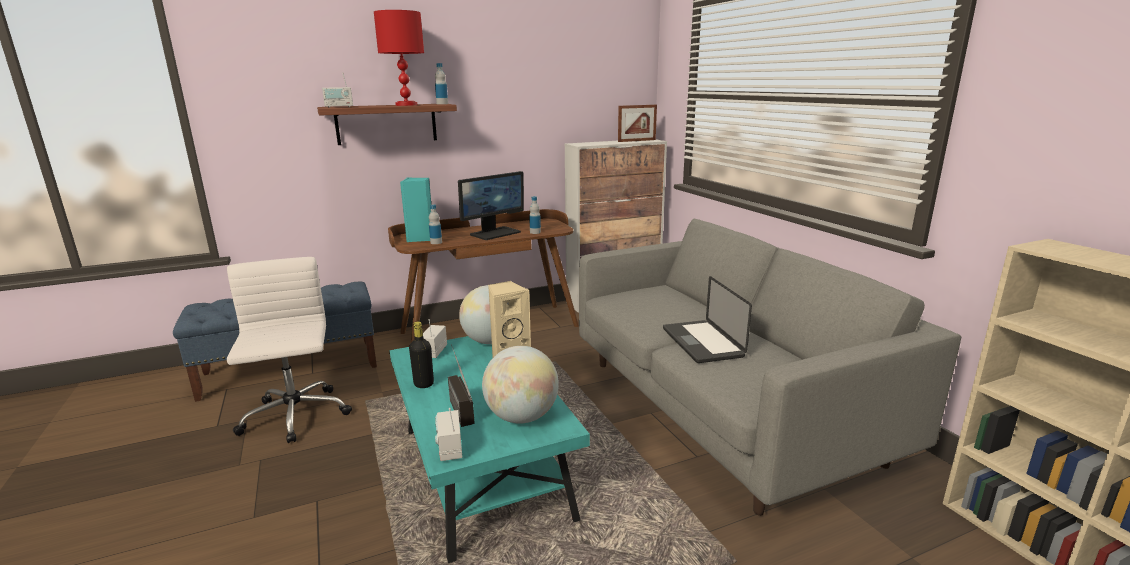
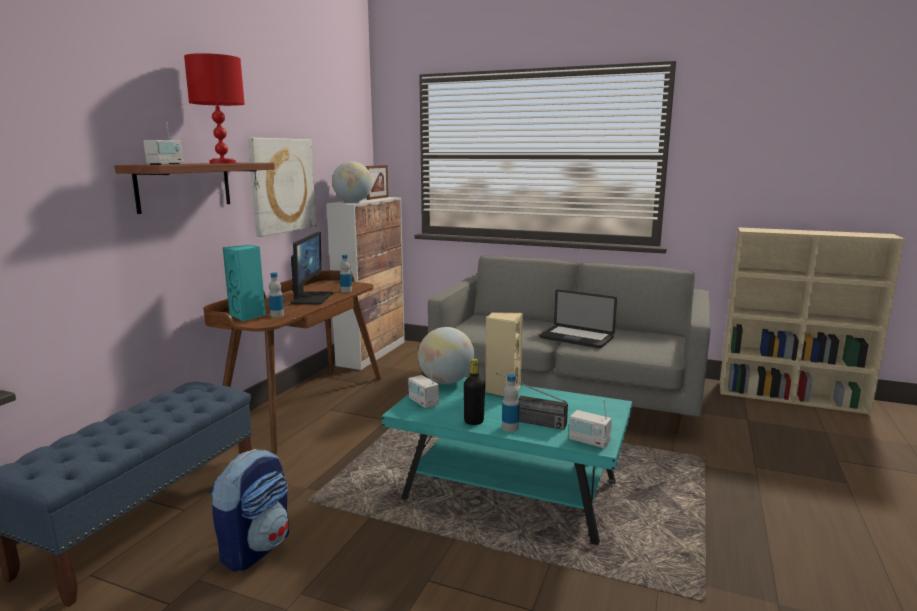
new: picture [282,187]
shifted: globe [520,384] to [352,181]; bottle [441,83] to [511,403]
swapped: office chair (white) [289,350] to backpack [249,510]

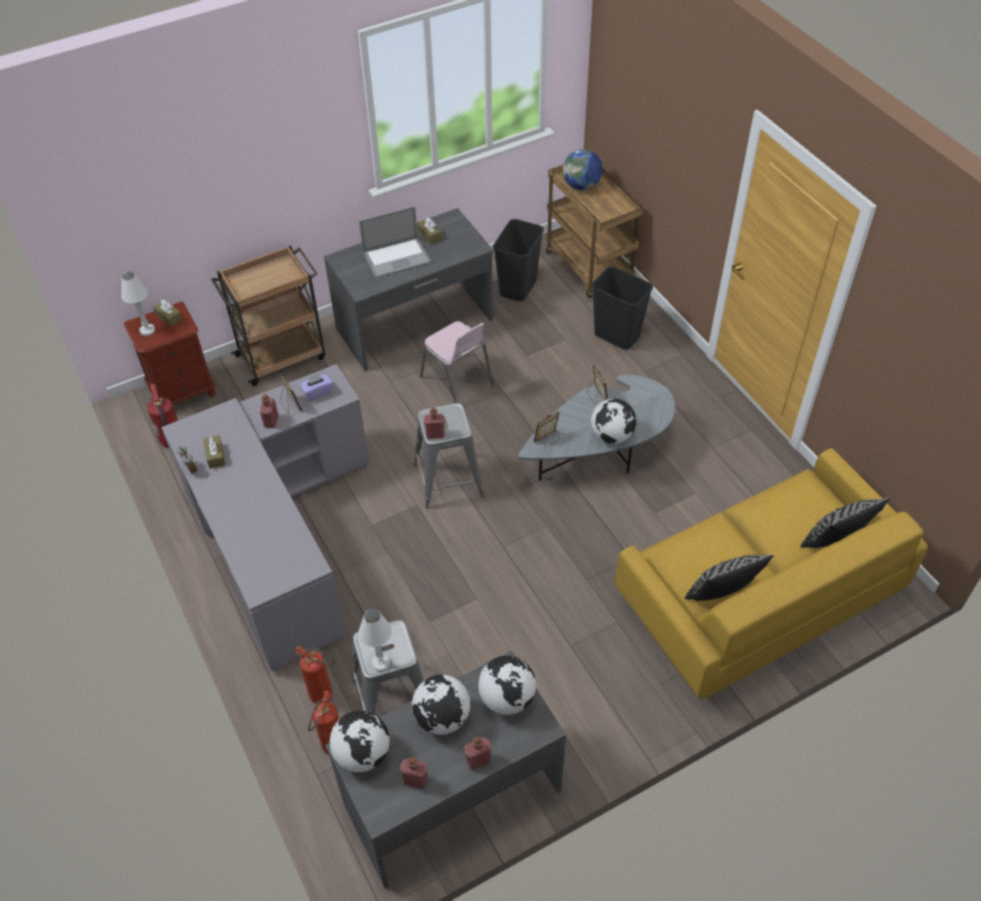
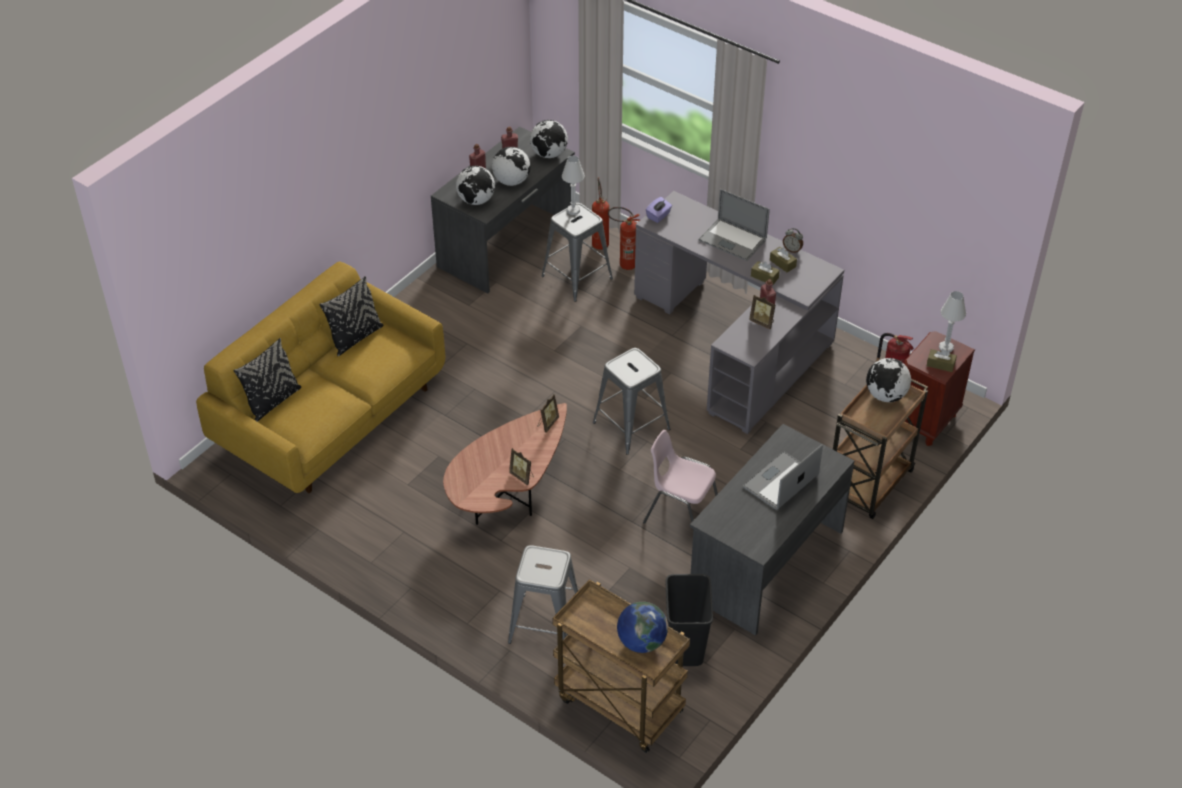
gone: bottle (red) [434,423]
new: laptop [734,225]
shifted: tissue box (purple) [316,387] to [659,210]; tissue box (brown) [429,231] to [765,272]; globe [613,421] to [888,380]
swapped: trash can (black) [622,307] to stool (grey) [543,594]
repainted: coffee table (grey) [596,427] to coffee table (brown) [505,464]

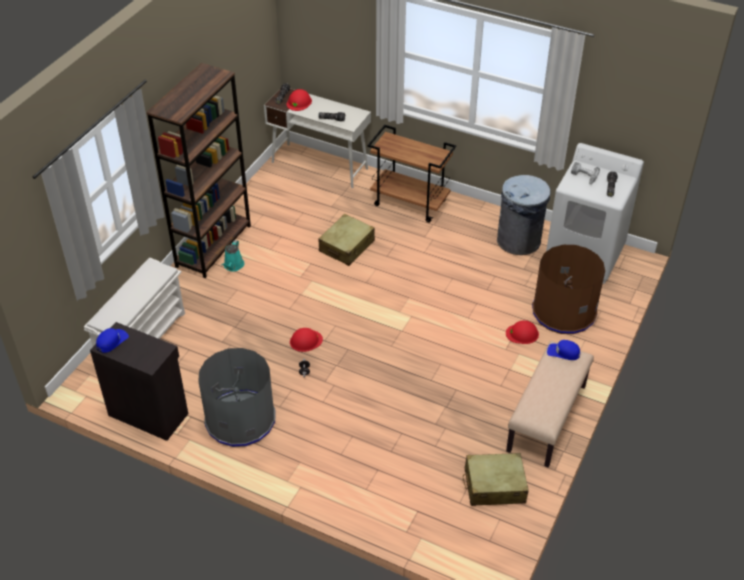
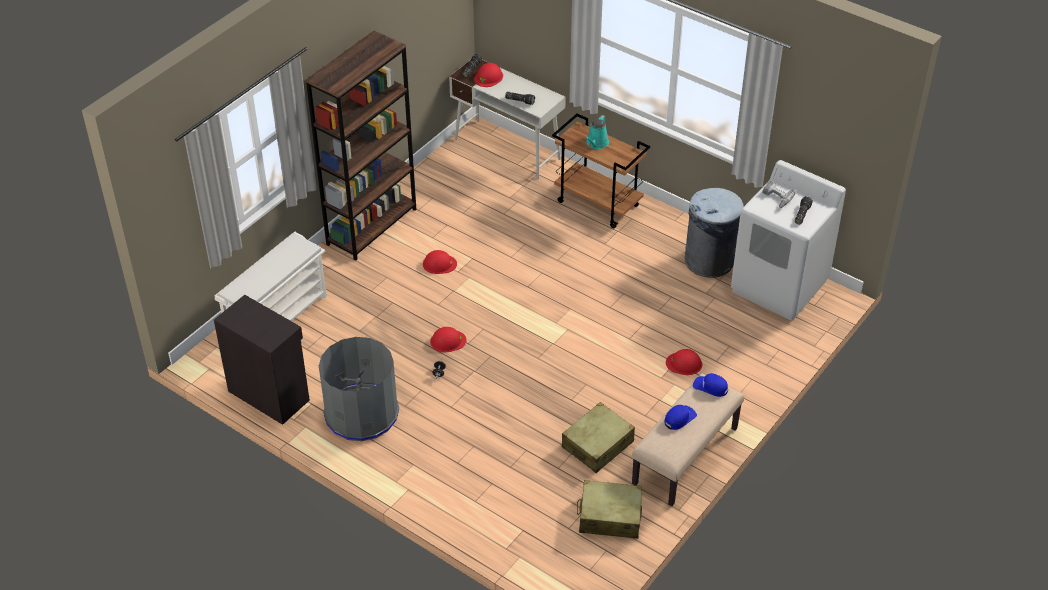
gone: trash can (brown) [568,289]
new: hard hat (red) [440,262]
shifted: suitcase (beige) [346,240] to [598,437]; watering can (turquoise) [232,255] to [597,132]; cap (blue) [112,340] to [680,417]

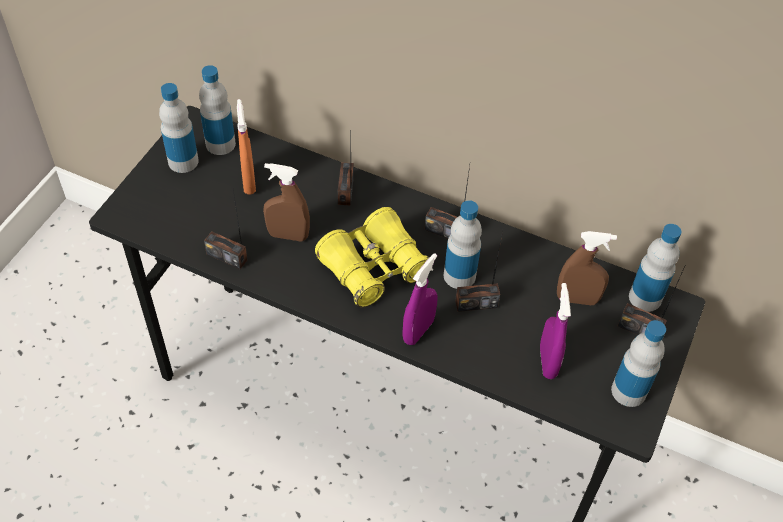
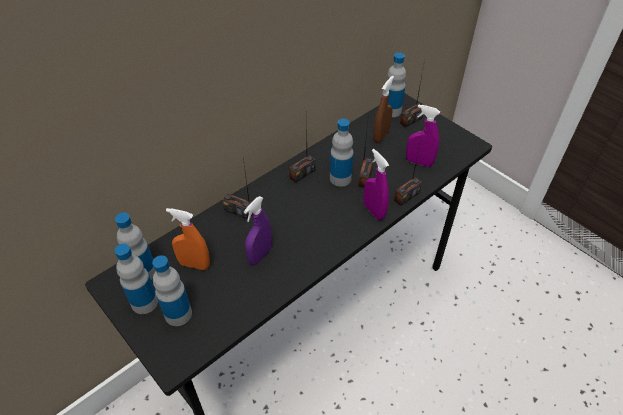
gone: binoculars (yellow) [372,257]
shifted: bottle [638,363] to [172,290]; radio [226,229] to [408,170]
repainted: spray bottle (brown) [286,202] to spray bottle (purple) [258,230]

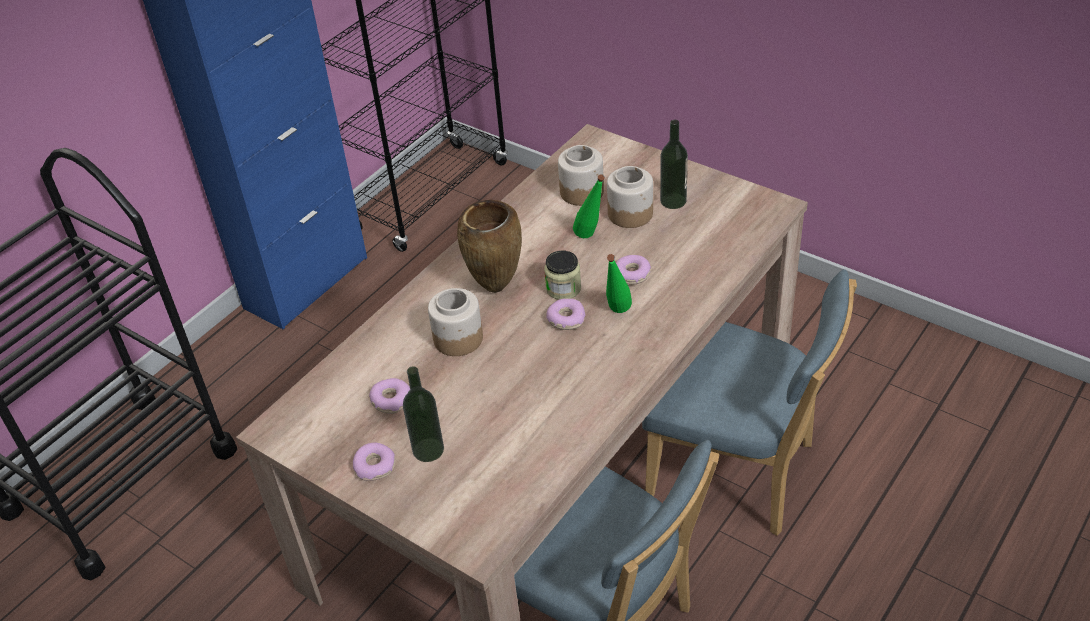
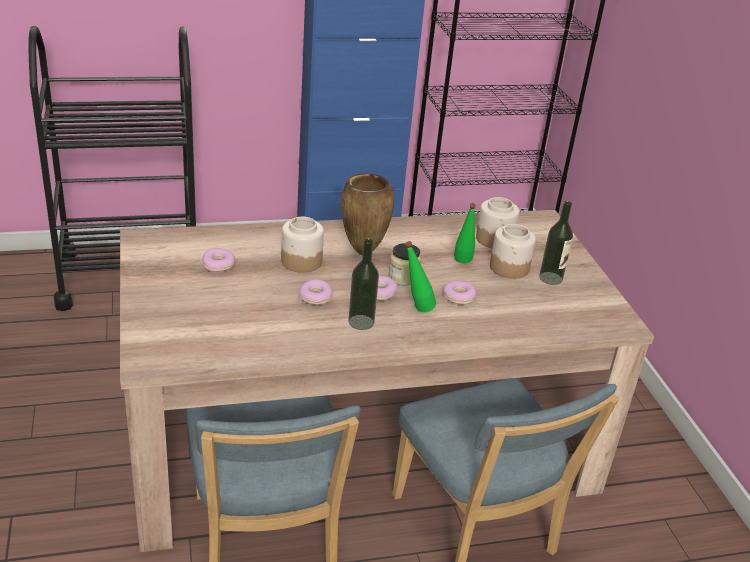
shifted: donut [373,462] to [315,292]; bottle [423,414] to [363,284]

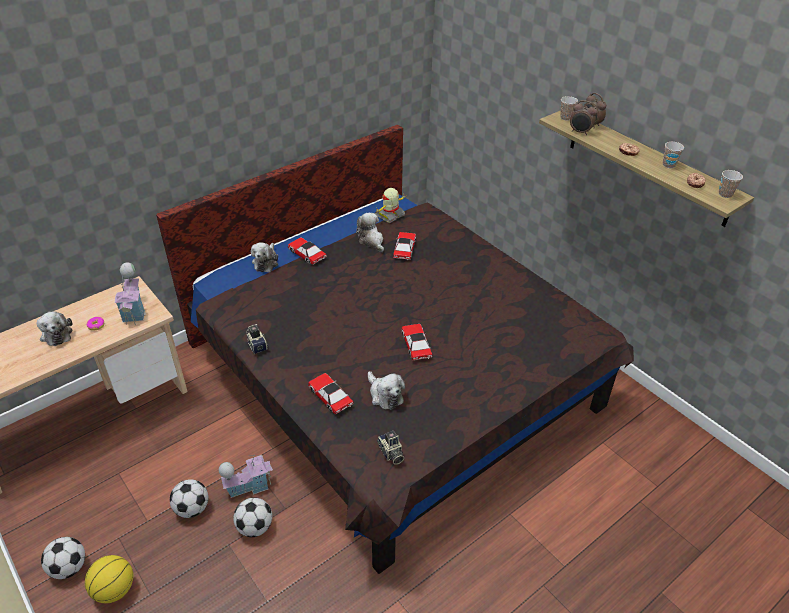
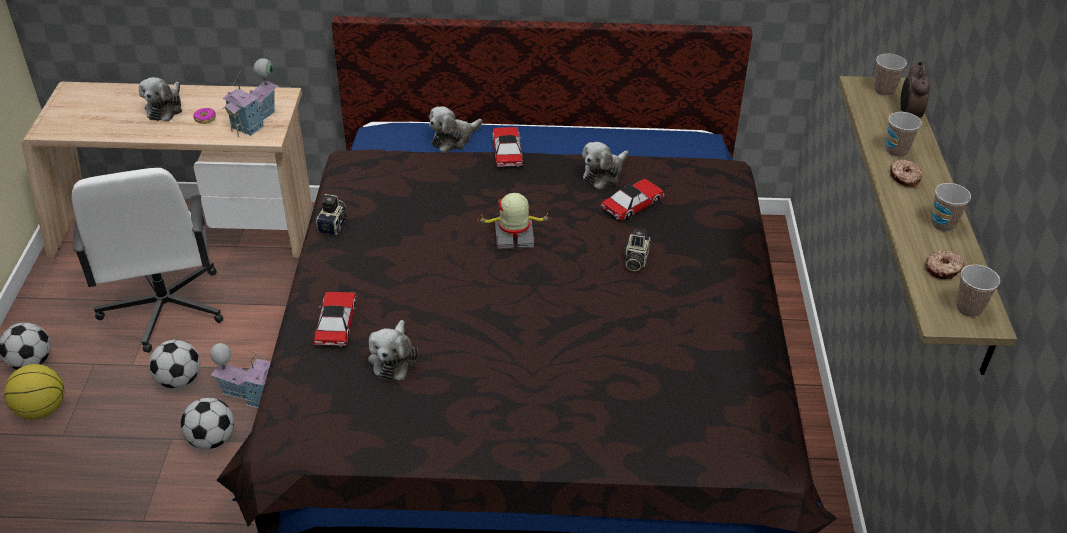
gone: toy car [417,342]; alarm clock [583,117]
new: office chair (white) [147,260]; cup [904,134]
shifted: toy robot [390,205] to [513,221]; photo camera [390,447] to [637,250]
rotated: plush toy [370,232] = [605,165] 150 degrees counterclockwise

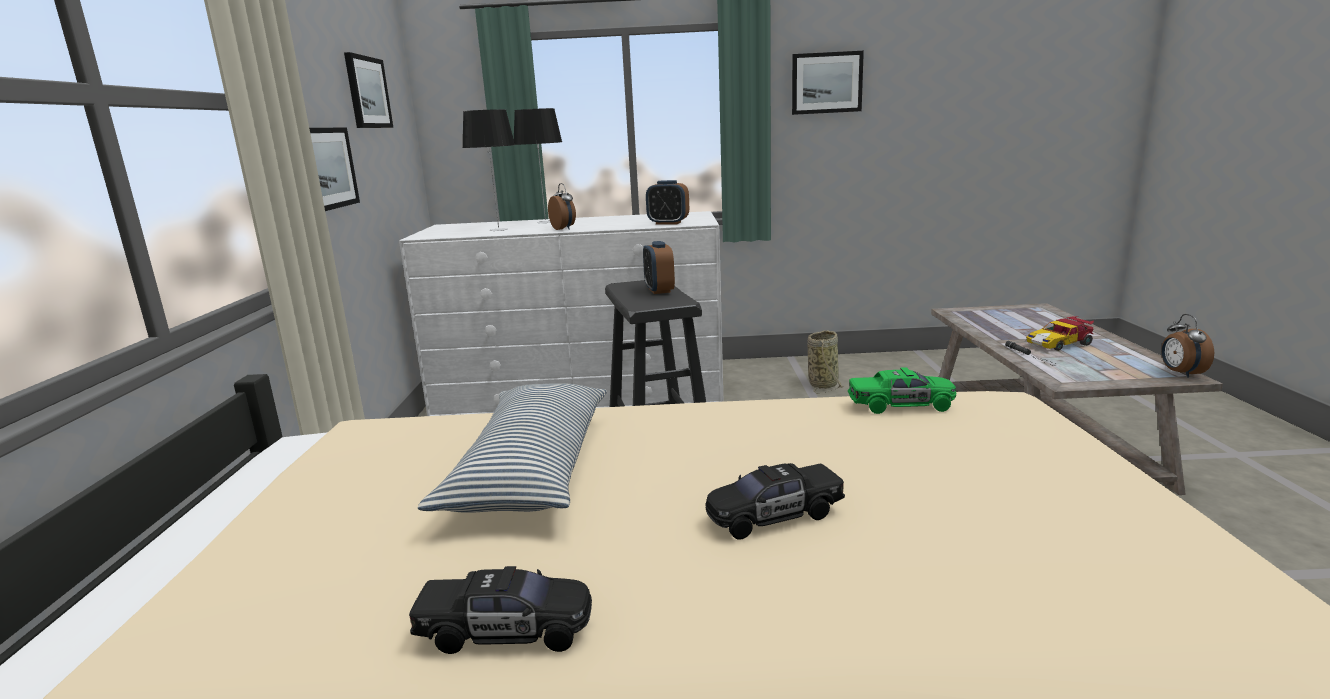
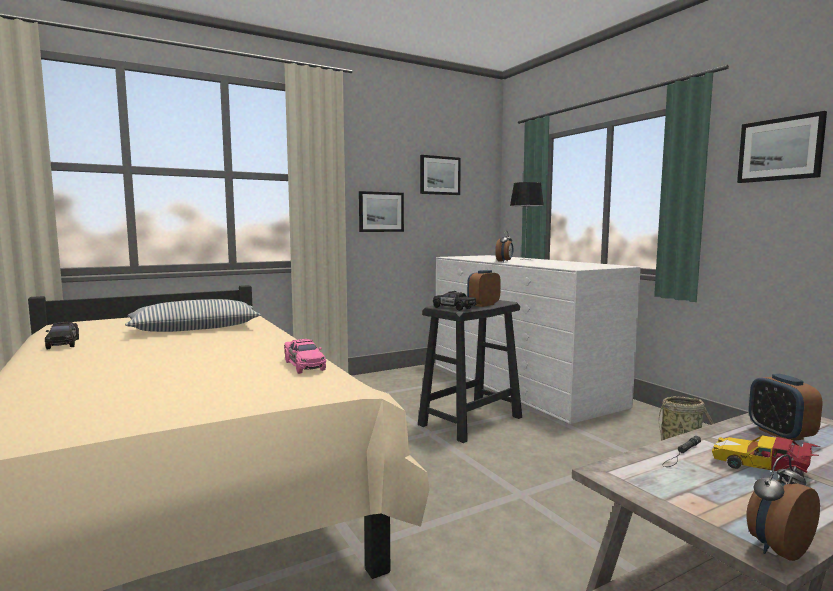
gone: table lamp [488,170]
shifted: toy car (black) [775,501] to [454,301]; alarm clock [667,202] to [785,407]
repainted: toy car (green) [902,390] to toy car (pink) [305,356]

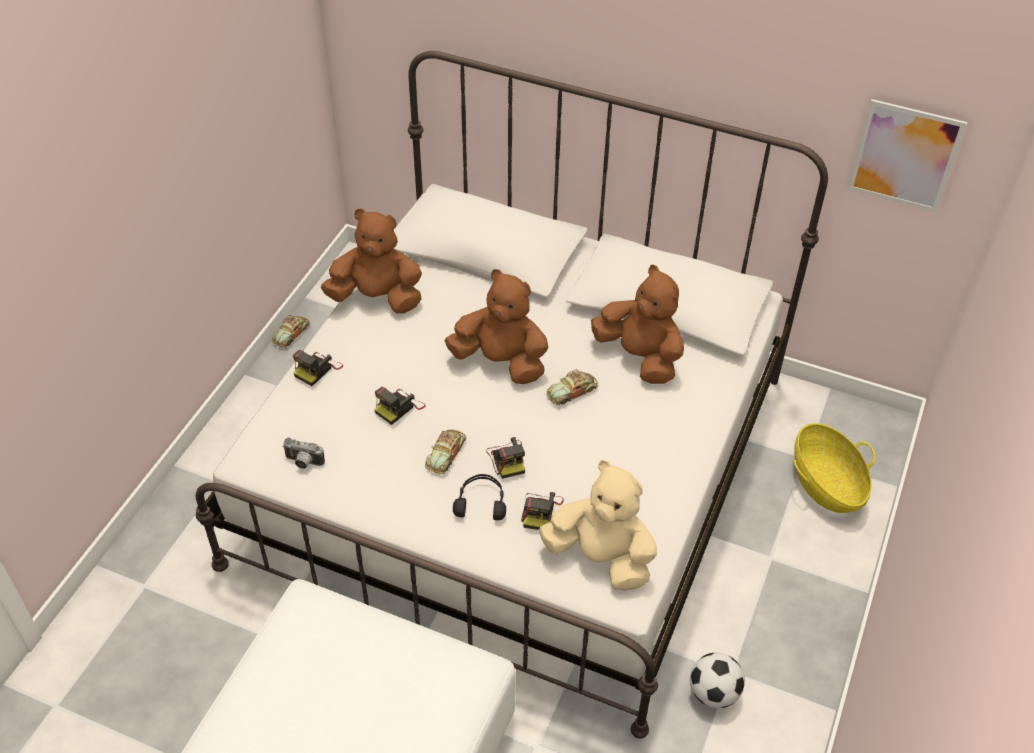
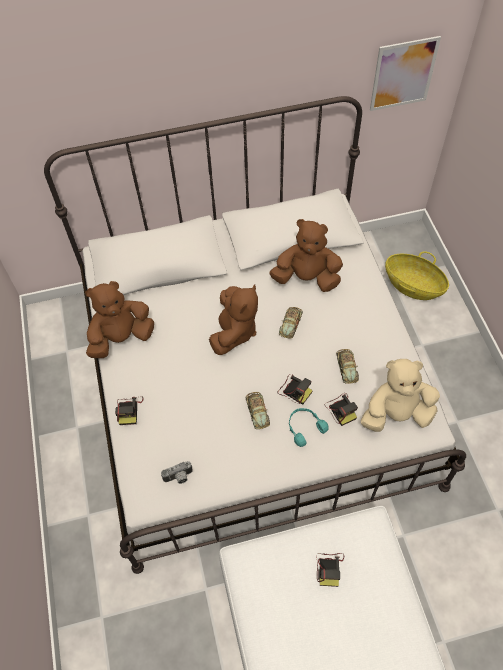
gone: football [717,680]
shifted: photo camera [400,406] to [330,570]; toy car [291,331] to [347,366]
repainted: headphones (black) [479,497] to headphones (turquoise) [309,427]
rotated: plush toy (brown) [497,326] = [233,319] 120 degrees clockwise

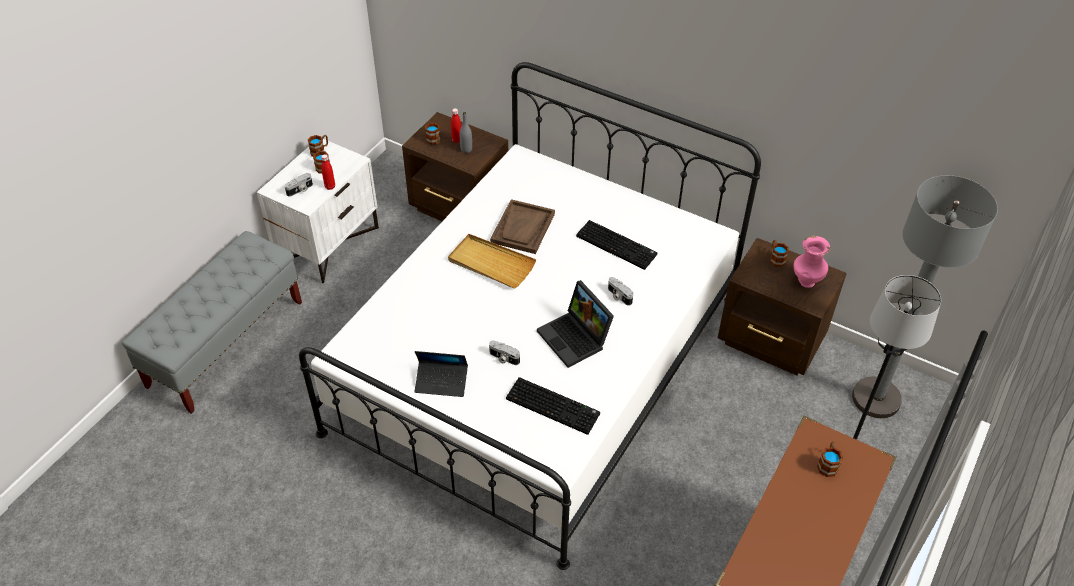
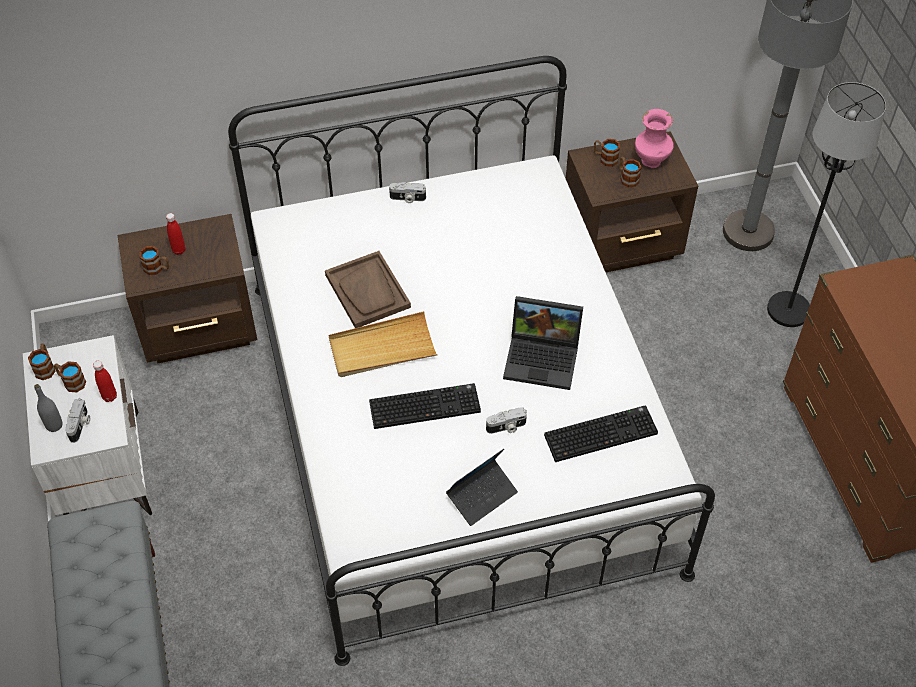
shifted: bottle (grey) [466,132] to [48,408]; keyboard [616,245] to [425,406]; photo camera [620,291] to [407,192]; mug [830,459] to [631,172]

